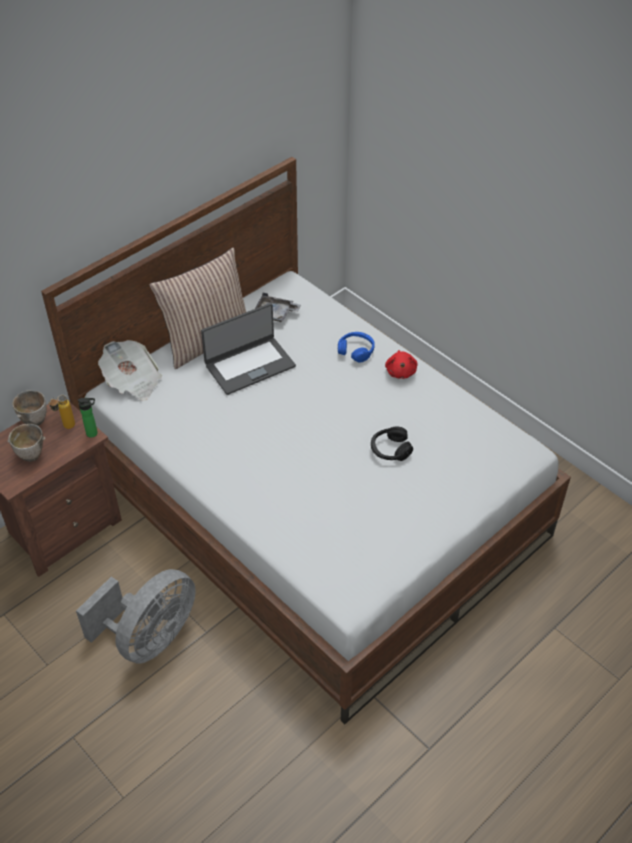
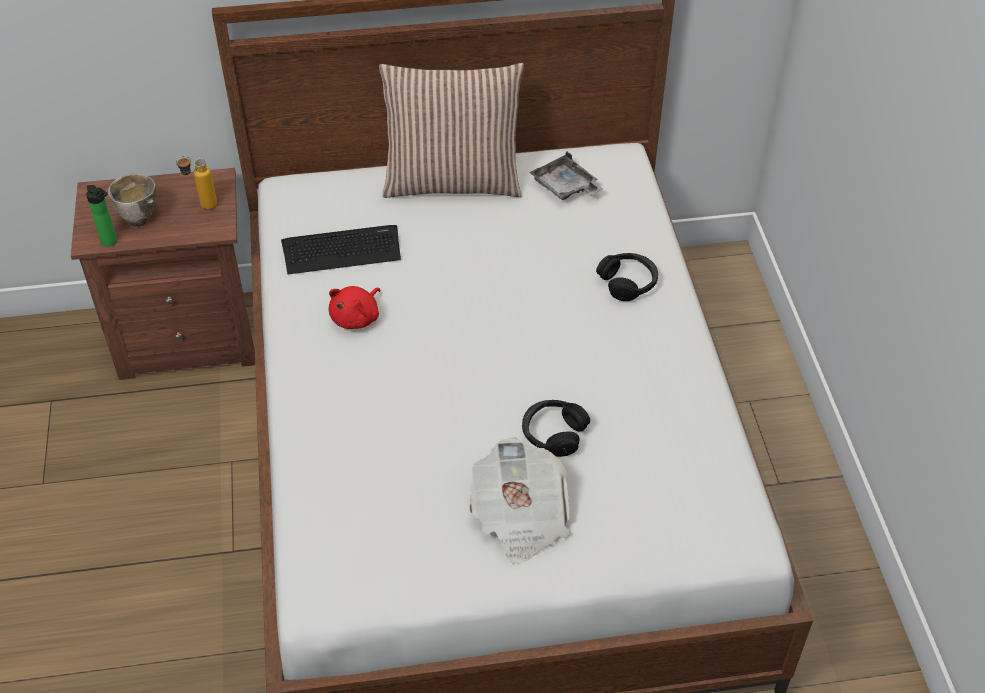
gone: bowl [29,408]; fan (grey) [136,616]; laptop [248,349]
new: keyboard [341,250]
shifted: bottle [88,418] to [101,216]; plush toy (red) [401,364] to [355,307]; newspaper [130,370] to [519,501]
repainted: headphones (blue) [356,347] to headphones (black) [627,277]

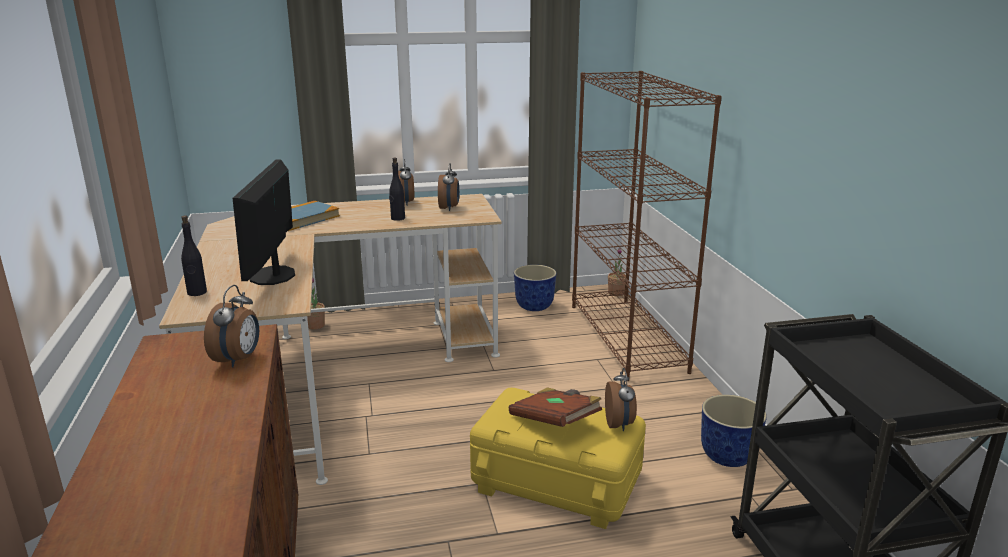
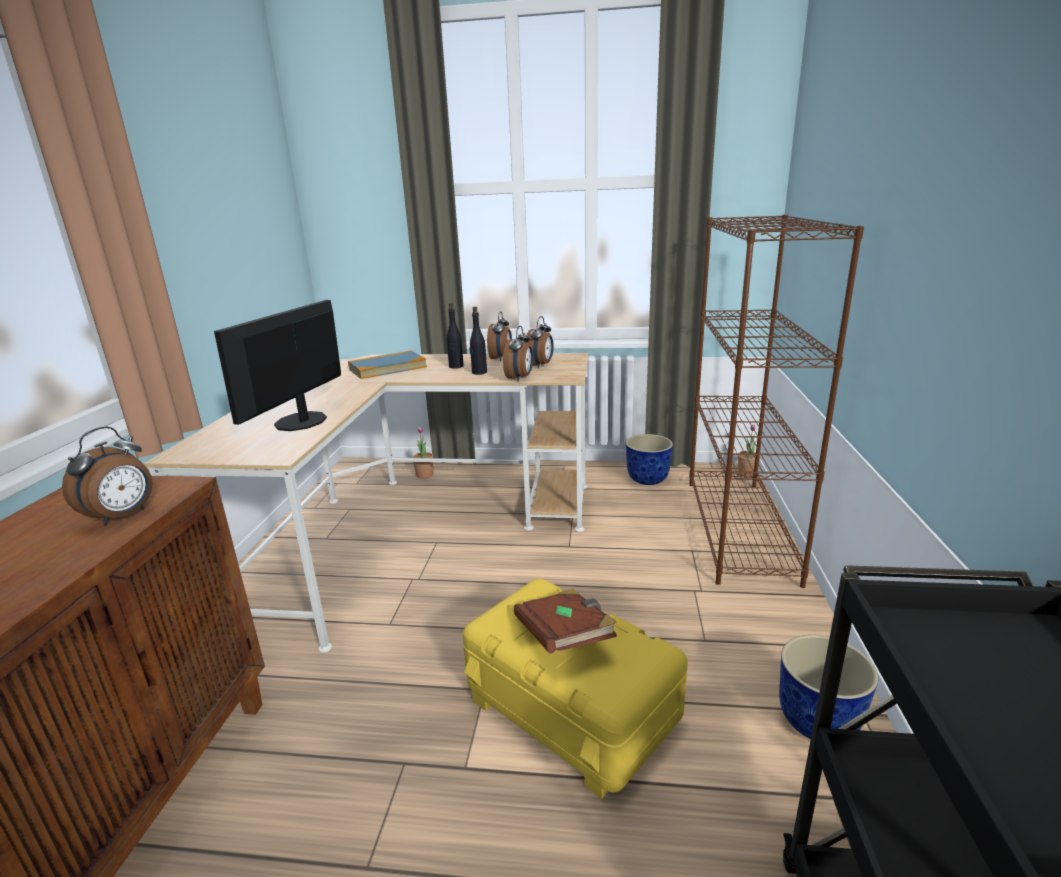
shifted: bottle (black) [194,256] to [455,336]; alarm clock [621,399] to [518,354]

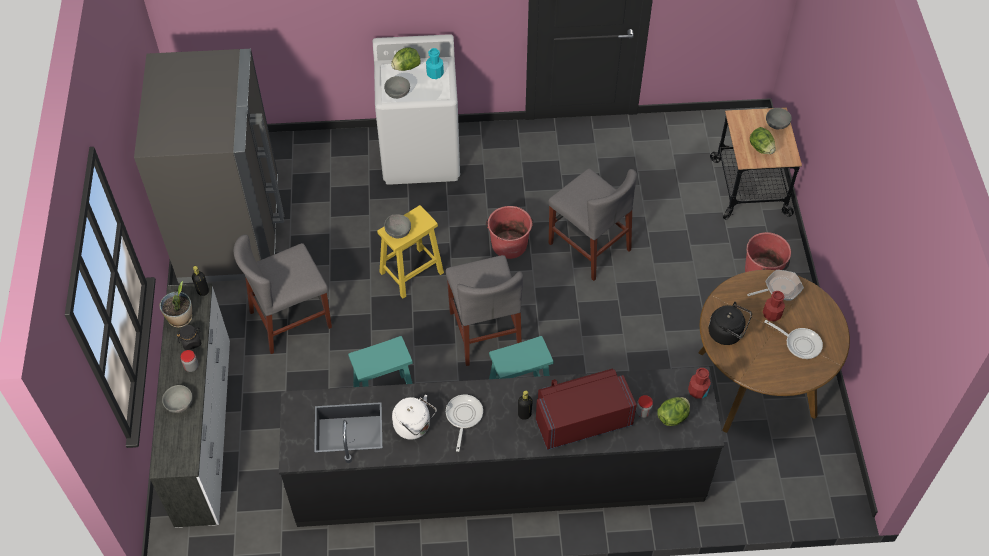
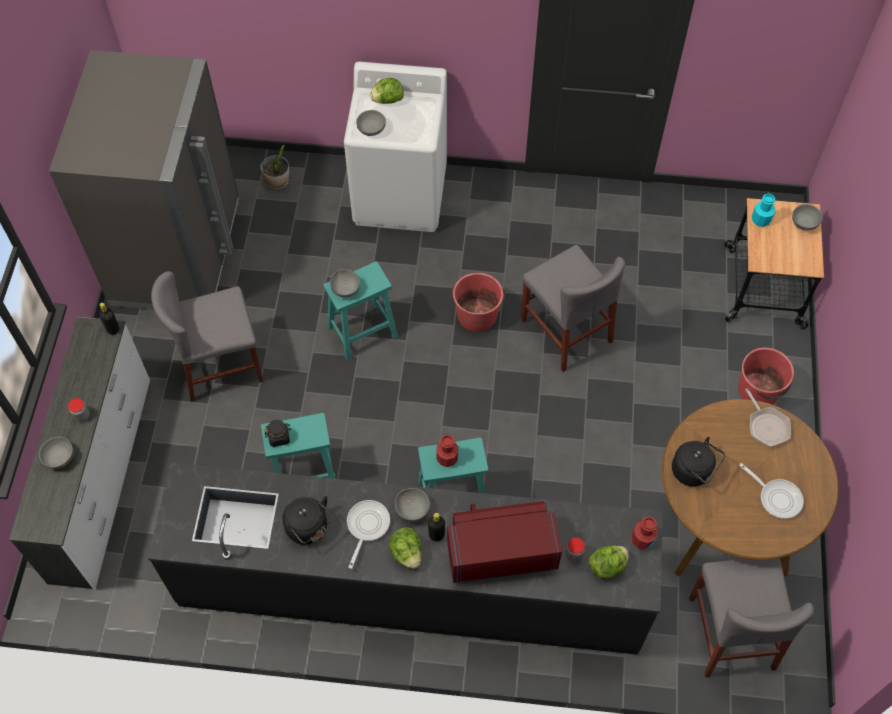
new: bowl (grey) [412,505]
shifted: potted plant [175,304] to [274,167]; jar (black) [189,337] to [277,433]; lettuce [763,140] to [405,548]; bottle (red) [774,306] to [447,451]; chair (grey) [484,310] to [751,618]; bottle (turquoise) [435,63] to [764,210]
repainted: kettle (white) [414,417] to kettle (black) [308,520]; stool (yellow) [410,251] to stool (turquoise) [360,310]
rotated: frying pan [775,285] = [768,417] 75 degrees clockwise

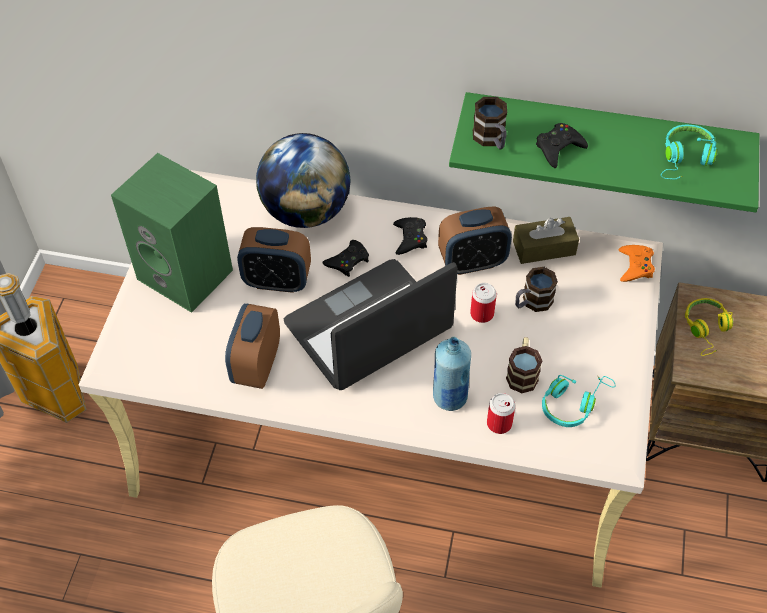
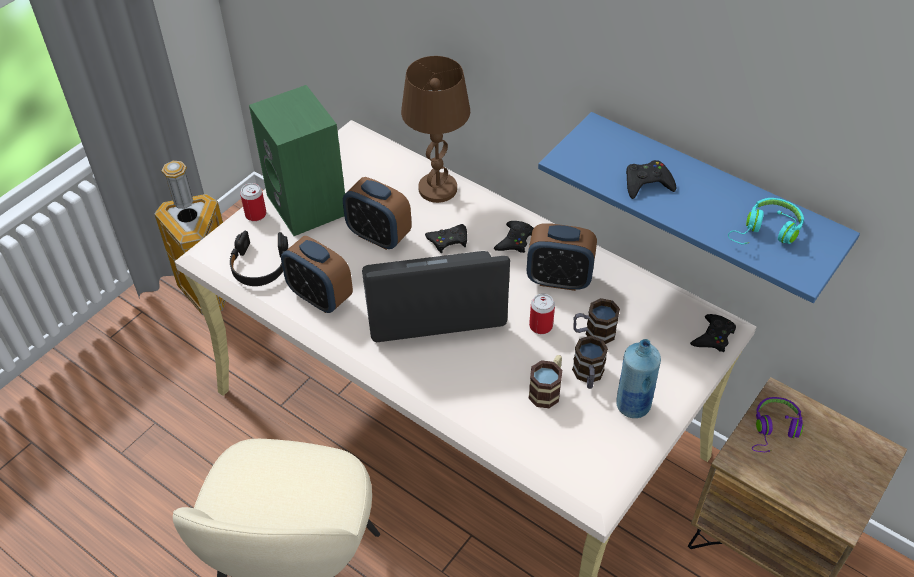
gone: tissue box (brown) [546,240]; headphones (turquoise) [579,401]
new: headphones (black) [259,258]
shifted: can [501,413] to [253,202]; mug [490,123] to [590,362]; bottle (blue) [452,374] to [638,378]
swapped: globe [303,180] to table lamp (brown) [435,129]
repainted: shelf (green) [604,152] to shelf (blue) [699,207]; game controller (orange) [637,263] to game controller (black) [713,333]; headphones (yellow) [709,327] to headphones (purple) [777,424]
rotated: alarm clock [252,346] = [317,274] 90 degrees counterclockwise

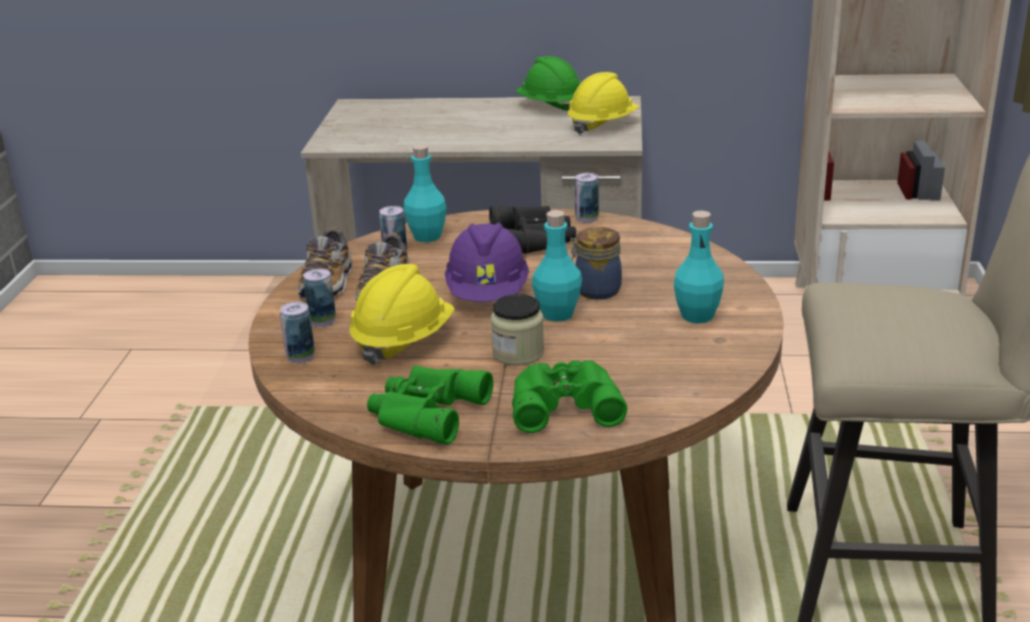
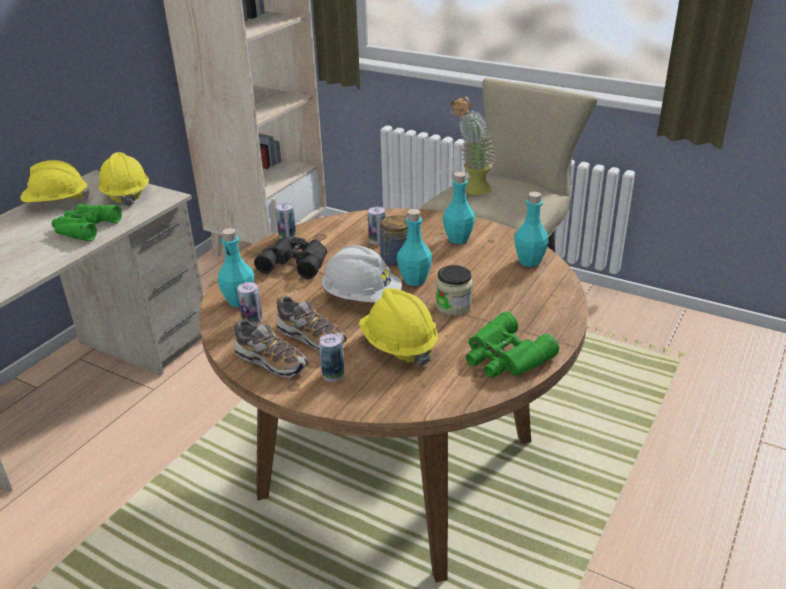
new: potted plant [473,145]; bottle (turquoise) [531,229]
shifted: binoculars (green) [569,396] to [87,222]; can [297,333] to [377,226]
repainted: hard hat (green) [548,83] to hard hat (yellow) [55,181]; hard hat (purple) [487,262] to hard hat (white) [362,274]

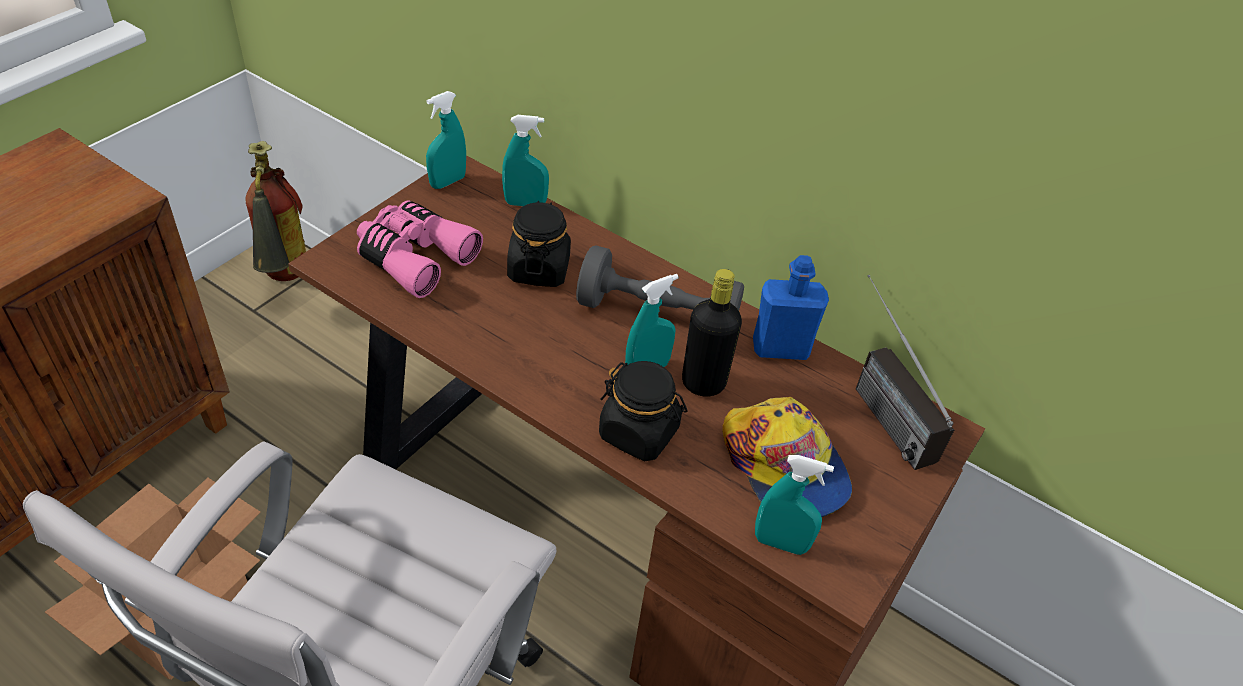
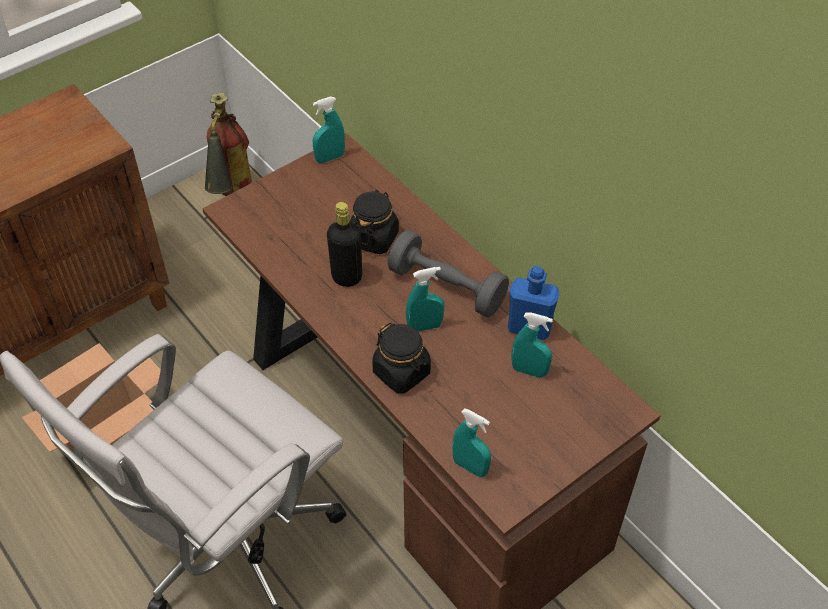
gone: binoculars (pink) [420,249]; cap [787,457]; radio [905,372]
shifted: bottle (black) [712,333] to [344,244]; spray bottle (turquoise) [525,160] to [532,345]

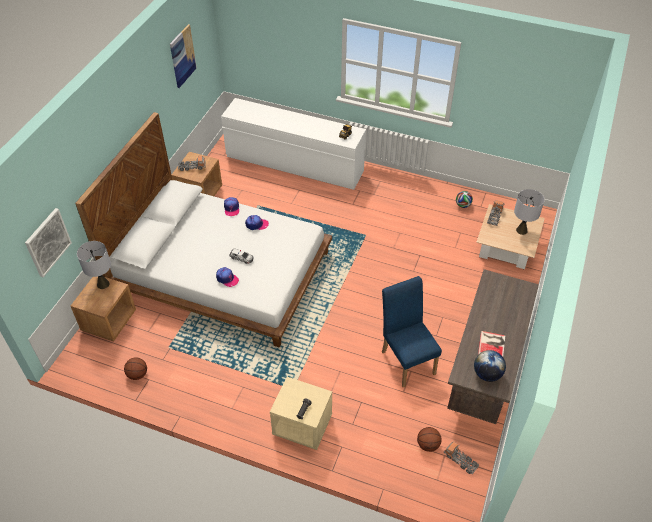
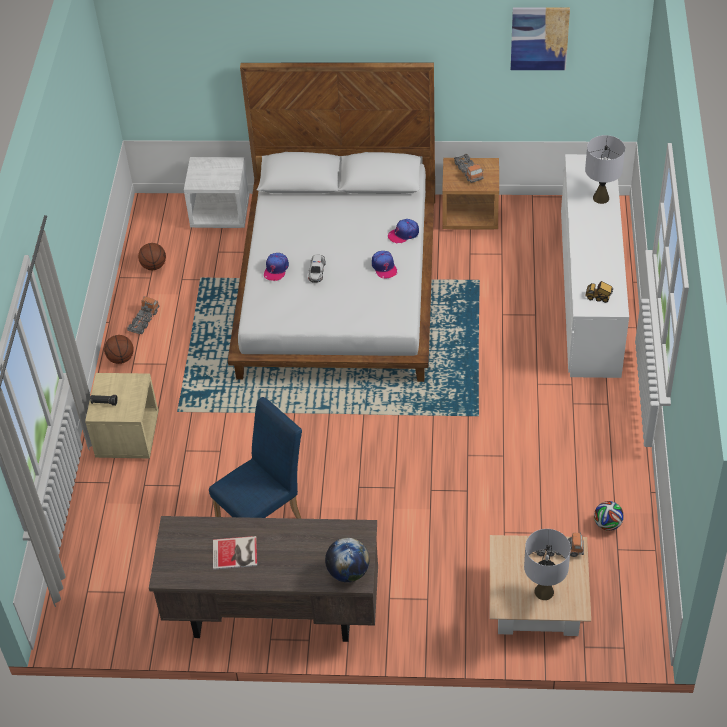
gone: picture [48,242]
shifted: basketball [429,439] to [119,349]; toy truck [461,458] to [143,315]; globe [490,366] to [347,560]; table lamp (grey) [94,265] to [605,169]
repainted: nightstand (brown) [103,309] to nightstand (white) [216,192]

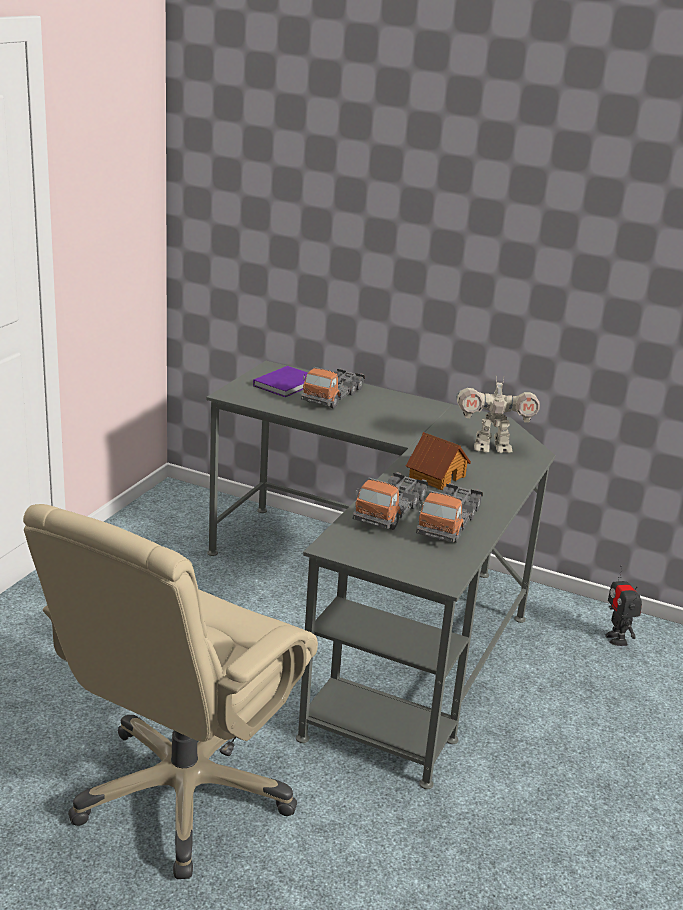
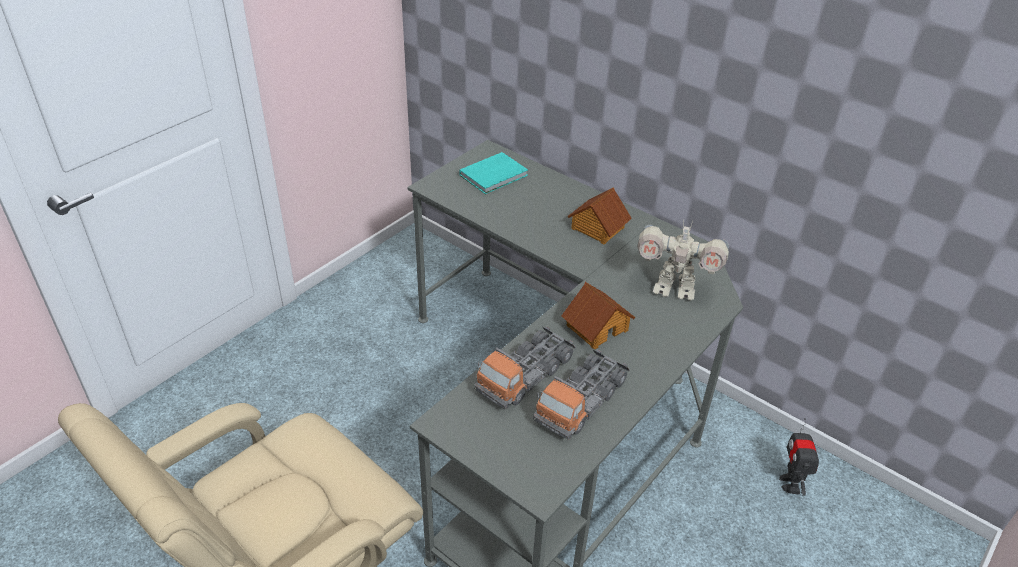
gone: toy truck [333,388]
new: toy house [600,215]
repainted: book (purple) [280,381] to book (turquoise) [493,173]

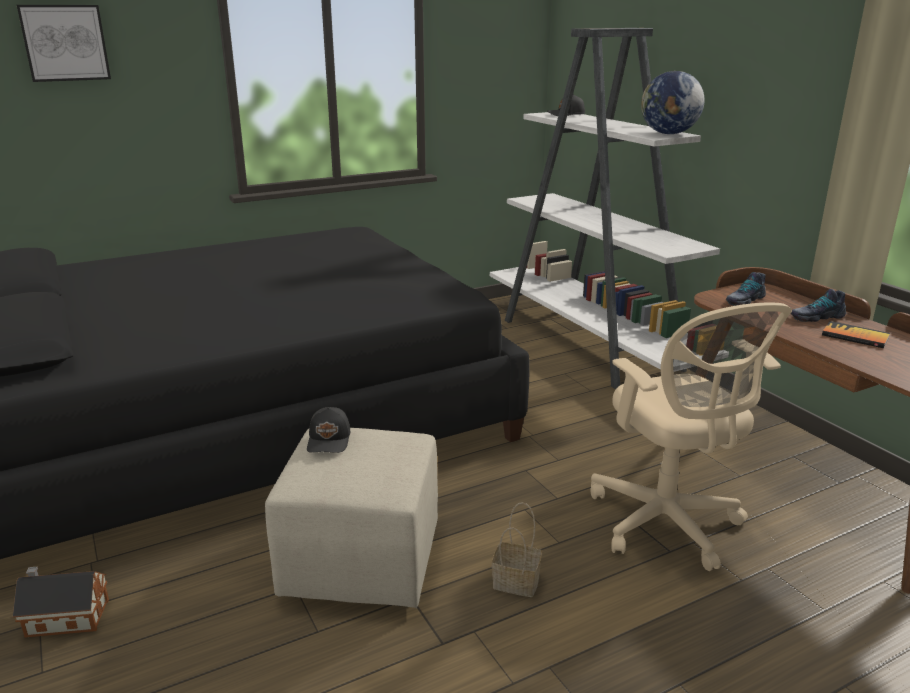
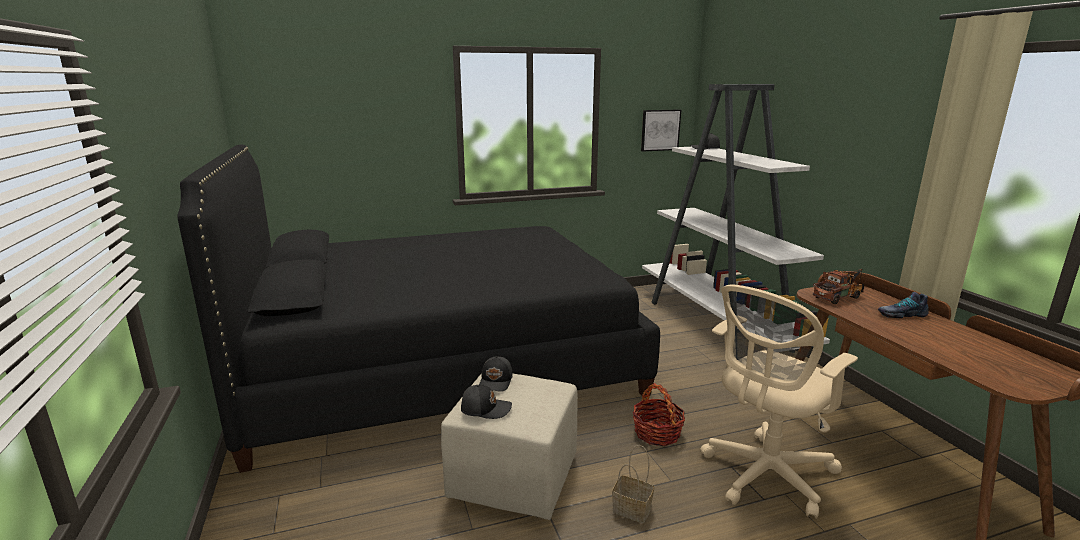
gone: toy house [61,602]; globe [673,102]; book [856,334]
new: cap (black) [486,402]; basket [659,414]
shifted: picture [64,43] to [661,131]
swapped: shoe [746,289] to toy truck [838,286]
rotated: office chair (beige) [691,436] = [779,402] 60 degrees clockwise

